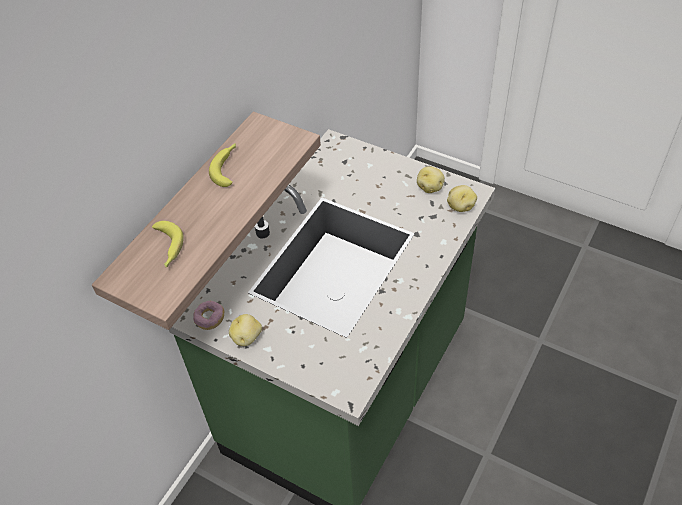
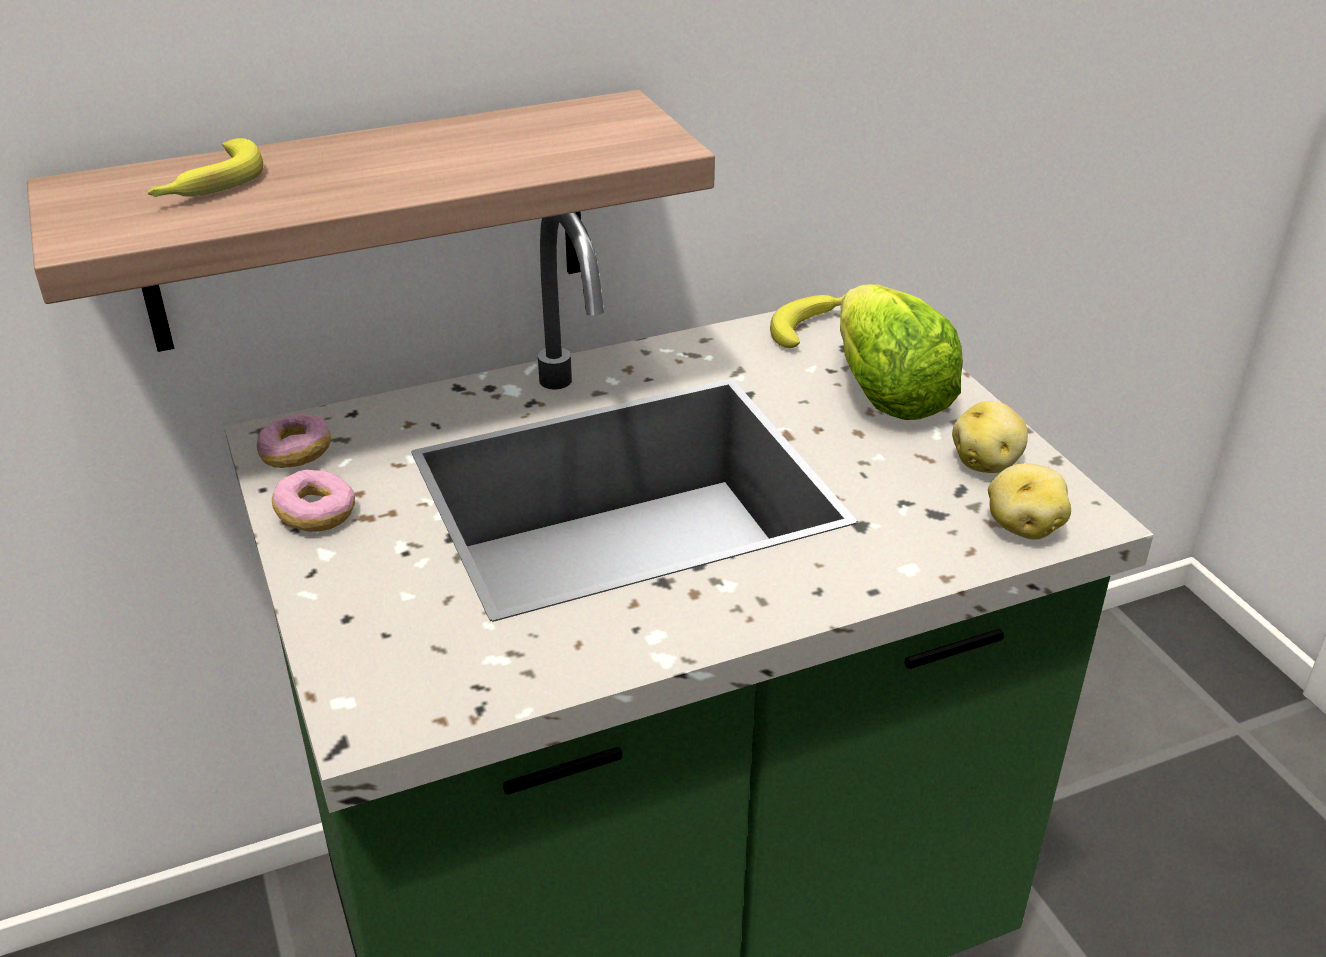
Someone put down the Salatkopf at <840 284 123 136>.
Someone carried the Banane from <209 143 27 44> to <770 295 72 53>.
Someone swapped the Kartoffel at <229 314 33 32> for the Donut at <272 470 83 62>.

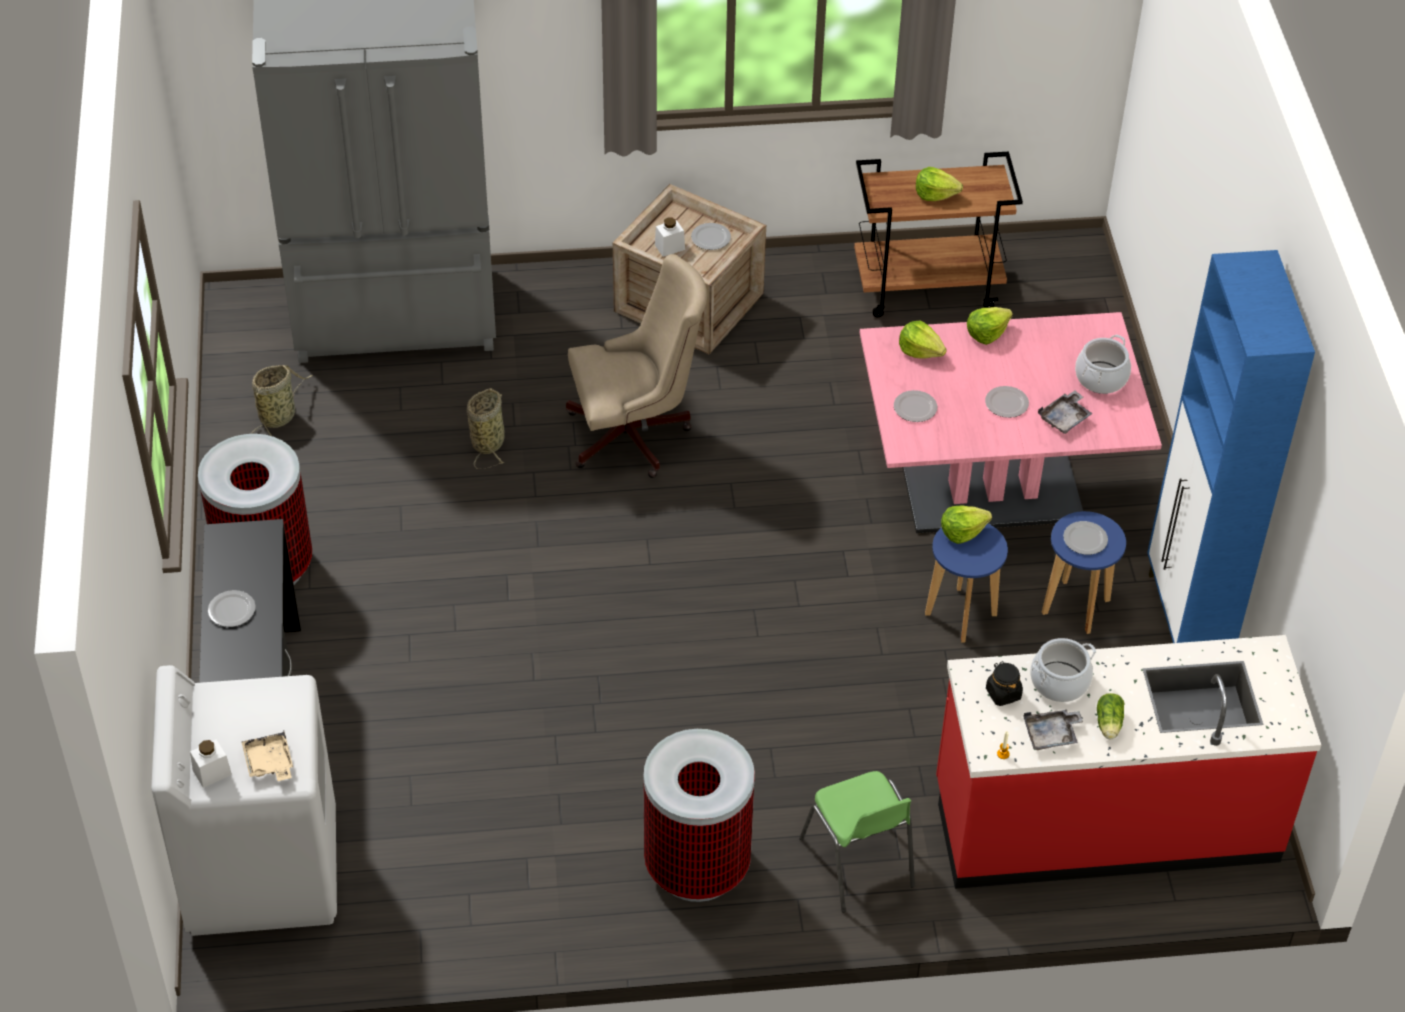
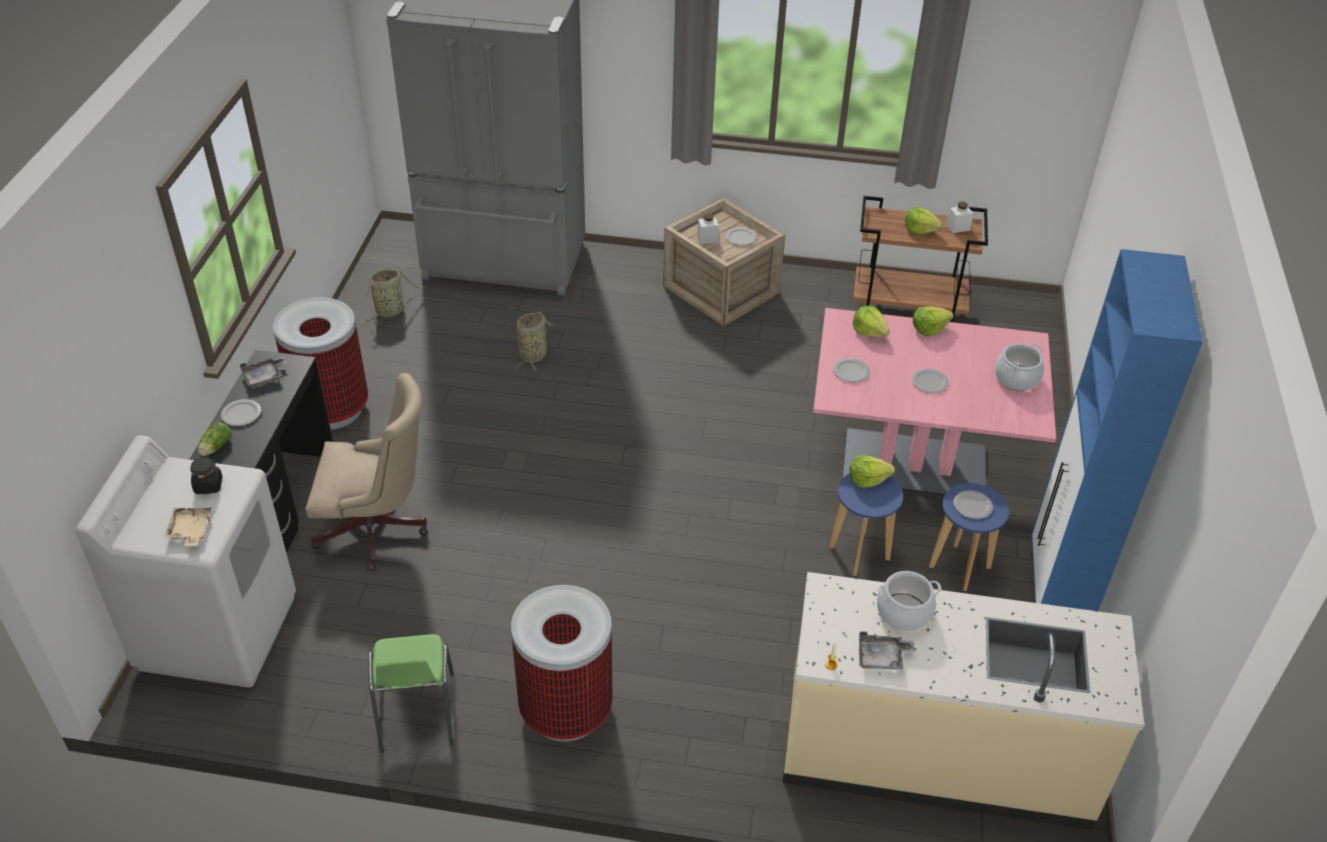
Someone carried the Vorratsglas (weiß) from <190 739 42 49> to <946 202 27 31>.
Someone carried the Bürostuhl (beige) from <566 254 141 224> to <305 373 123 198>.
Someone carried the Stuhl (grün) from <799 771 116 141> to <368 634 86 119>.
Someone carried the Vorratsglas (schwarz) from <986 661 37 45> to <191 456 32 38>.
Someone carried the Tablett (grau) from <1038 391 55 43> to <240 357 47 31>.
Someone carried the Salatkopf from <1097 693 28 46> to <198 422 34 34>.
Someone repainted the Küchenzeile (rot) at <936 635 385 254>, which became the Küchenzeile (beige) at <782 572 362 258>.

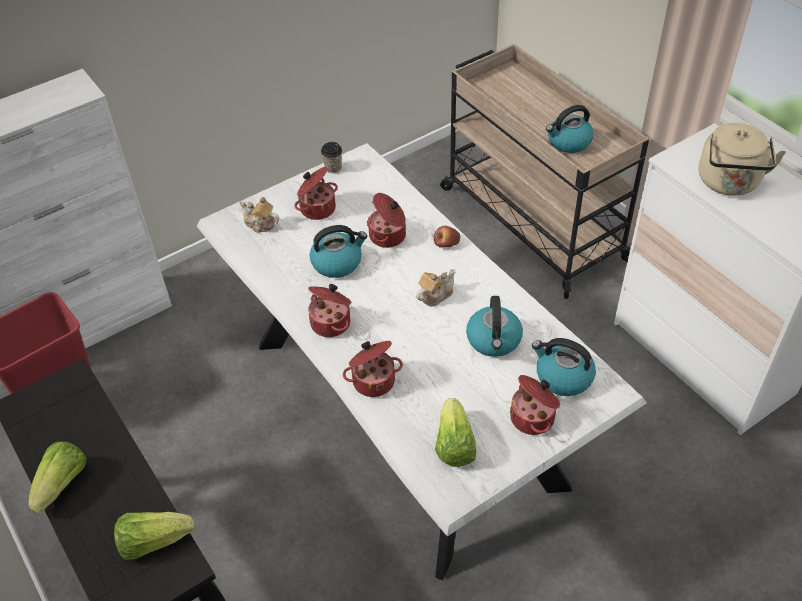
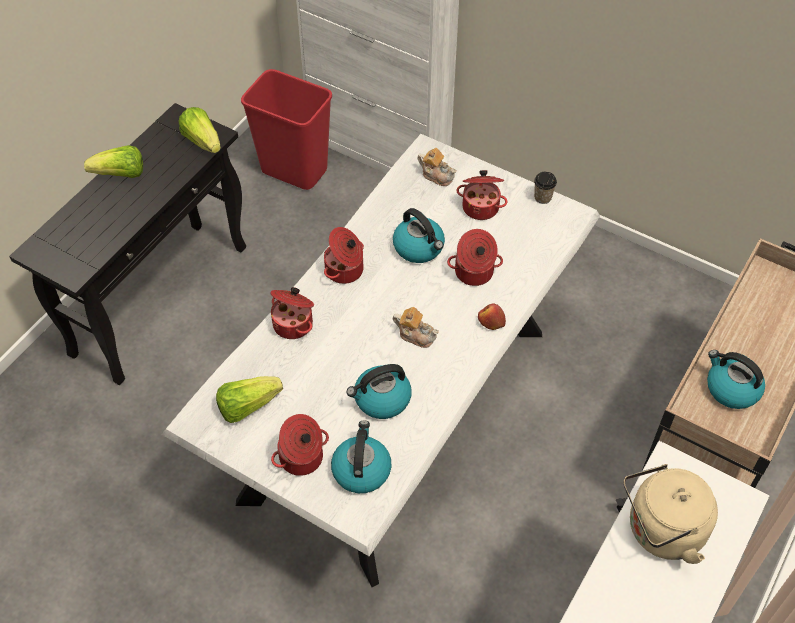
Someone carried the Salatkopf from <114 512 80 48> to <178 107 43 46>.
Someone rotated the Teekanne at <239 197 40 36> by 120 degrees clockwise.

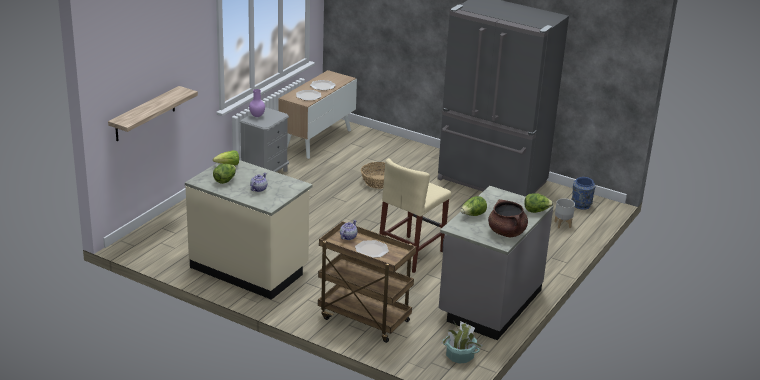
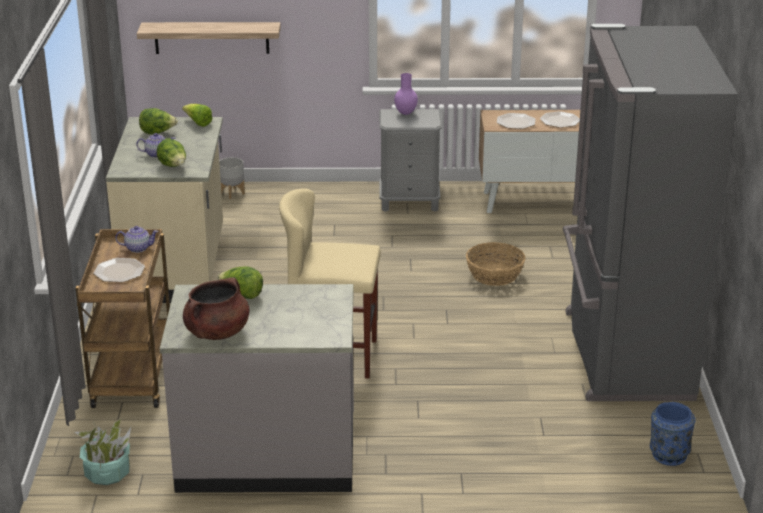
Someone carried the Salatkopf from <524 193 29 20> to <157 138 29 29>.
Someone carried the Pflanzkübel (grau) from <555 198 20 31> to <219 157 26 42>.

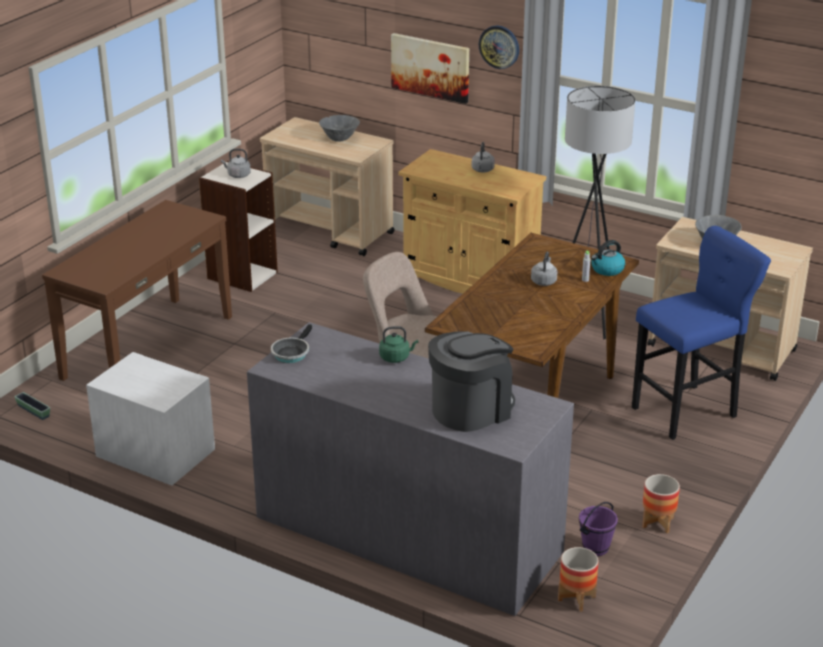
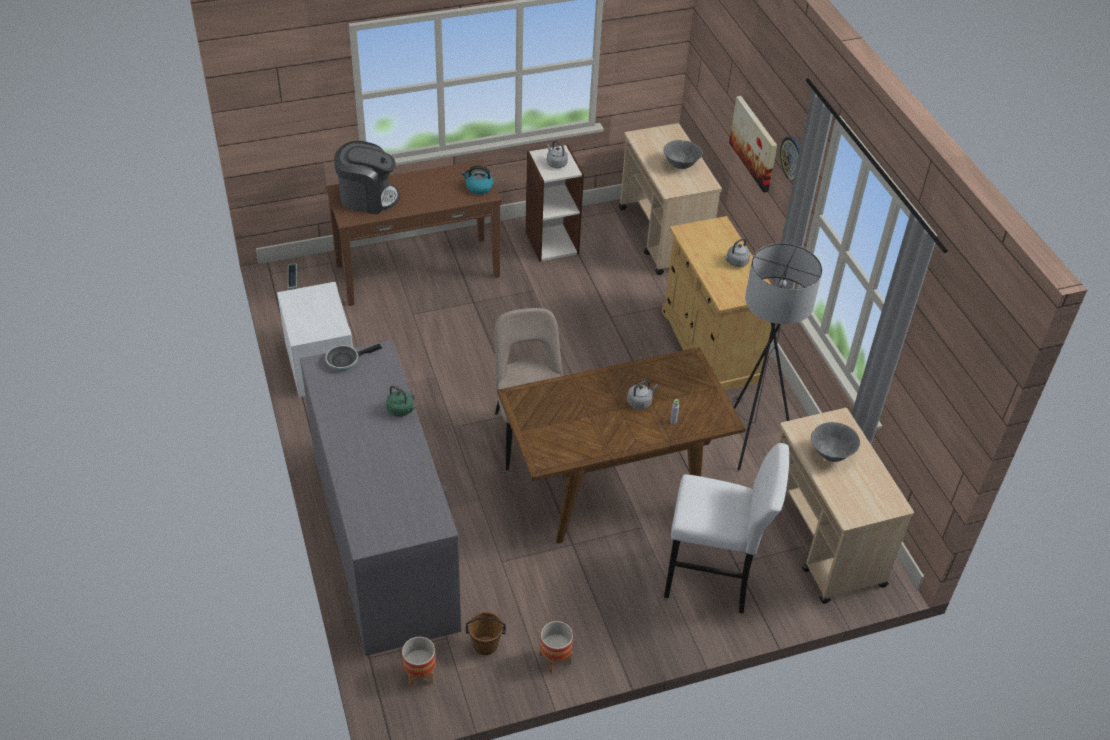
Someone carried the Kaffeemaschine from <428 331 87 101> to <334 141 66 73>.
Someone carried the Wasserkessel from <591 240 34 36> to <461 165 33 30>.
Someone repainted the Eimer (lila) at <579 502 39 54>, which became the Eimer (braun) at <466 612 40 43>.
Someone repainted the Hocker (blau) at <632 226 139 214>, which became the Hocker (weiß) at <664 443 125 171>.

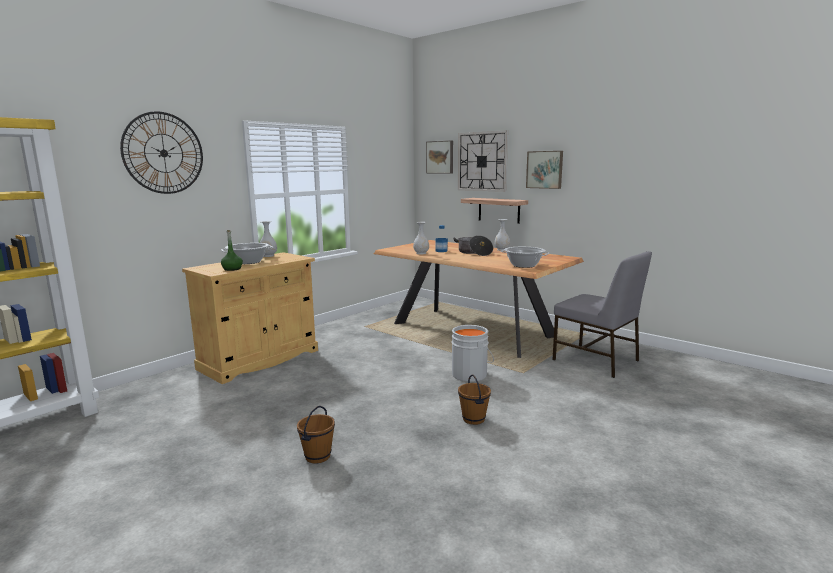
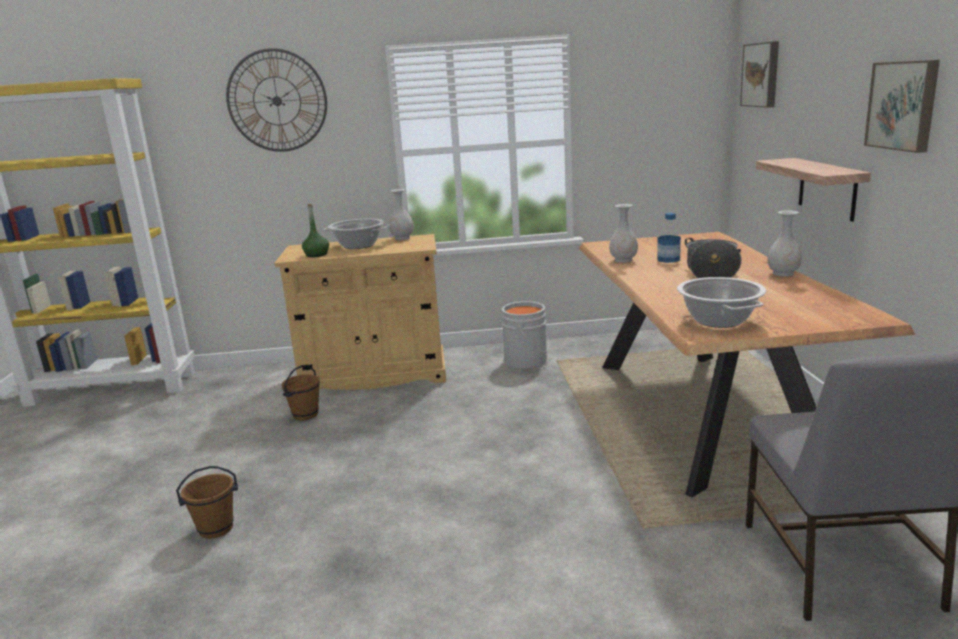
Someone took away the Wanduhr at <458 131 50 61>.
Someone carried the Eimer (grau) from <451 325 43 57> to <501 301 48 68>.
Someone carried the Eimer (braun) from <458 375 33 50> to <282 365 38 56>.

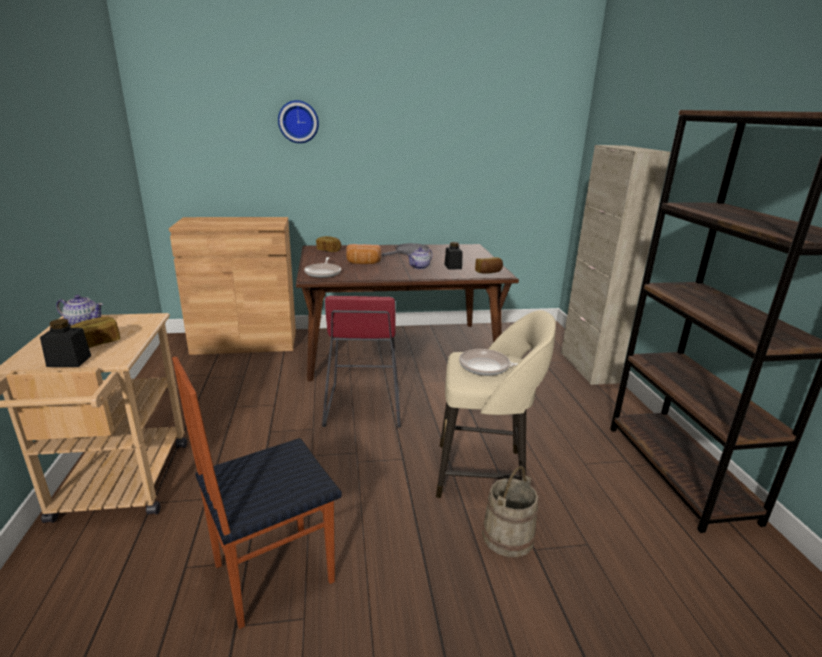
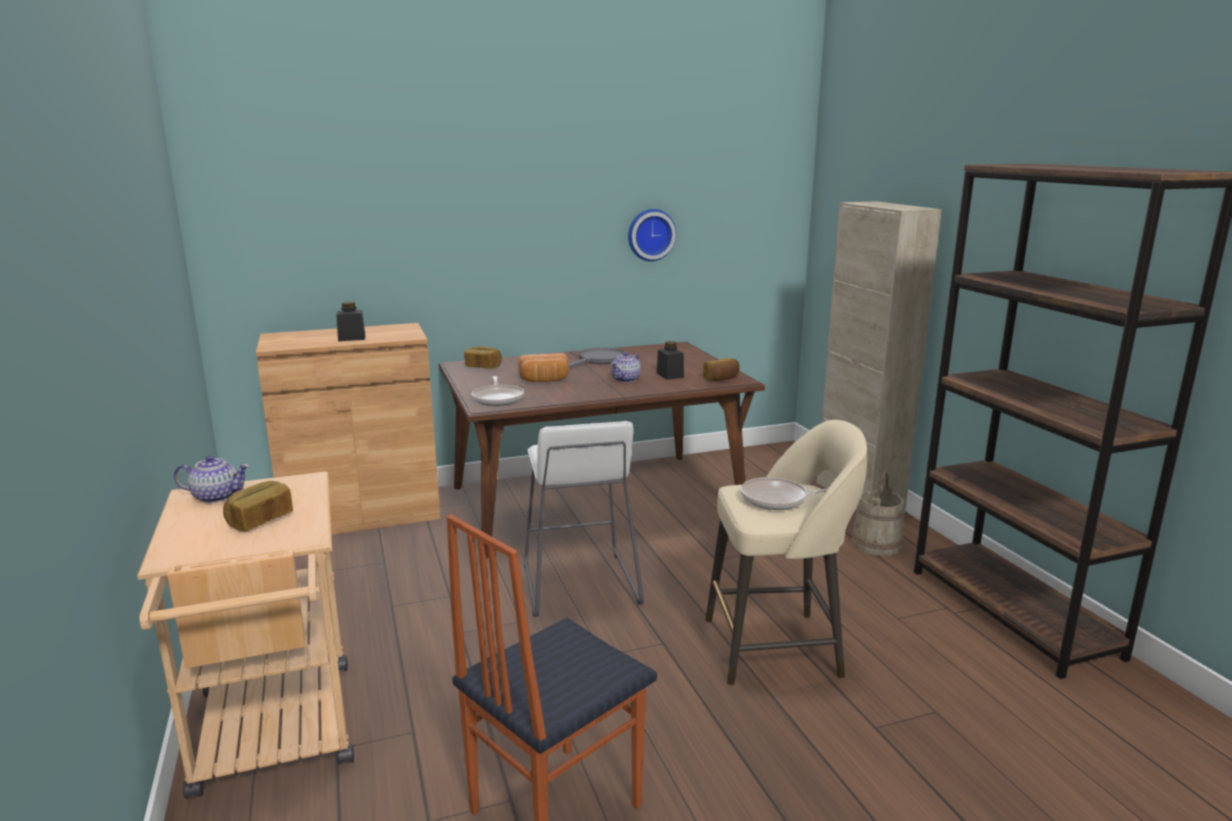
Someone carried the Vorratsglas (schwarz) from <40 319 51 48> to <336 302 29 39>.
Someone carried the Wanduhr from <278 100 41 43> to <628 209 48 52>.
Someone carried the Eimer (beige) from <482 466 56 91> to <852 471 52 85>.
Someone repainted the Hocker (rot) at <322 296 79 132>, which became the Hocker (weiß) at <524 421 120 196>.

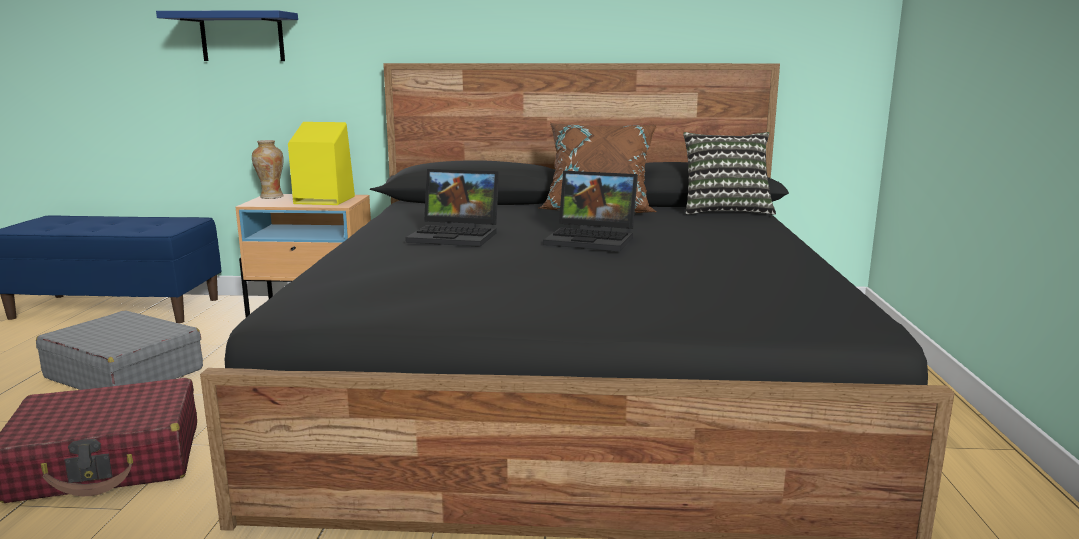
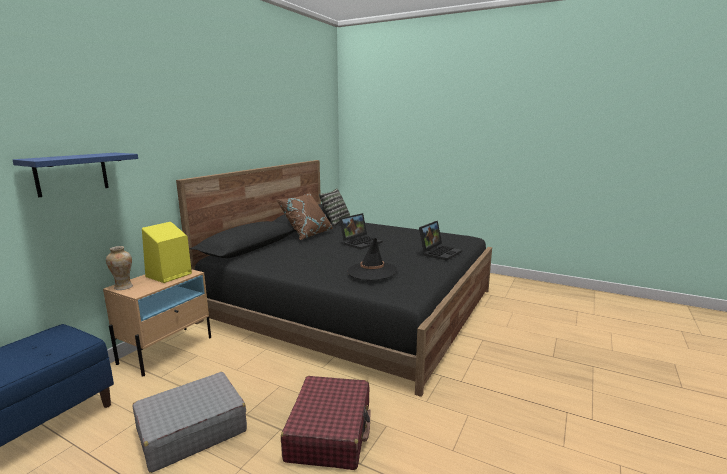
Someone put down the Hut (schwarz) at <347 238 50 42>.
Someone carried the Laptop from <406 169 93 78> to <419 221 43 40>.

